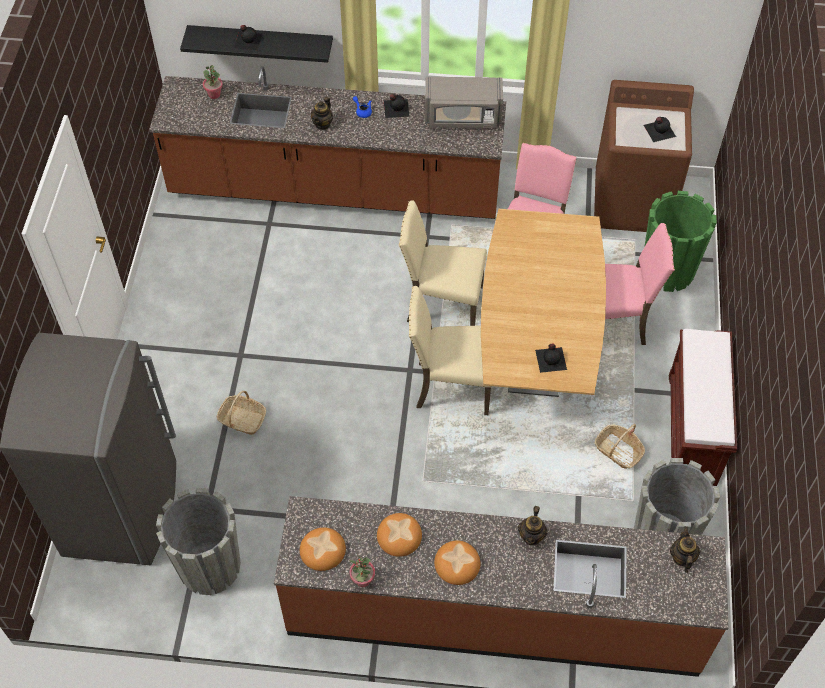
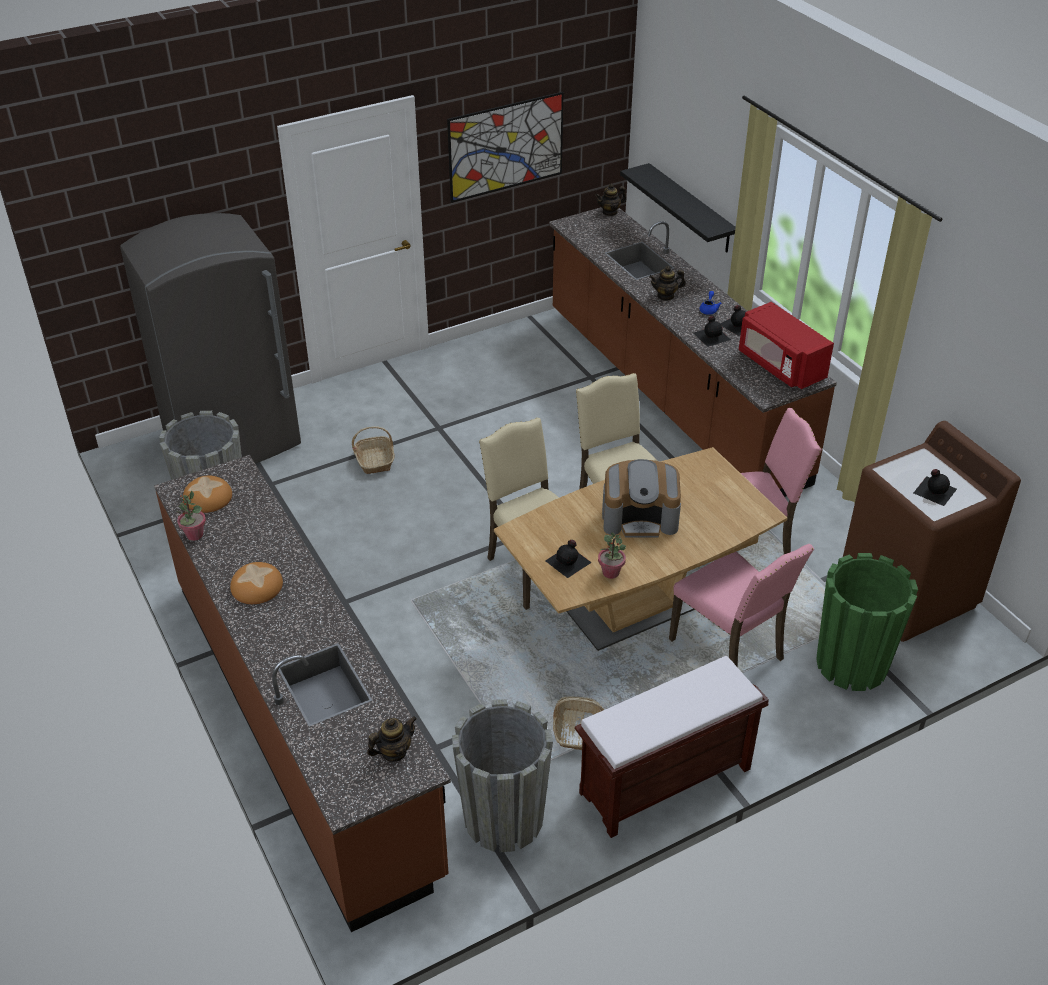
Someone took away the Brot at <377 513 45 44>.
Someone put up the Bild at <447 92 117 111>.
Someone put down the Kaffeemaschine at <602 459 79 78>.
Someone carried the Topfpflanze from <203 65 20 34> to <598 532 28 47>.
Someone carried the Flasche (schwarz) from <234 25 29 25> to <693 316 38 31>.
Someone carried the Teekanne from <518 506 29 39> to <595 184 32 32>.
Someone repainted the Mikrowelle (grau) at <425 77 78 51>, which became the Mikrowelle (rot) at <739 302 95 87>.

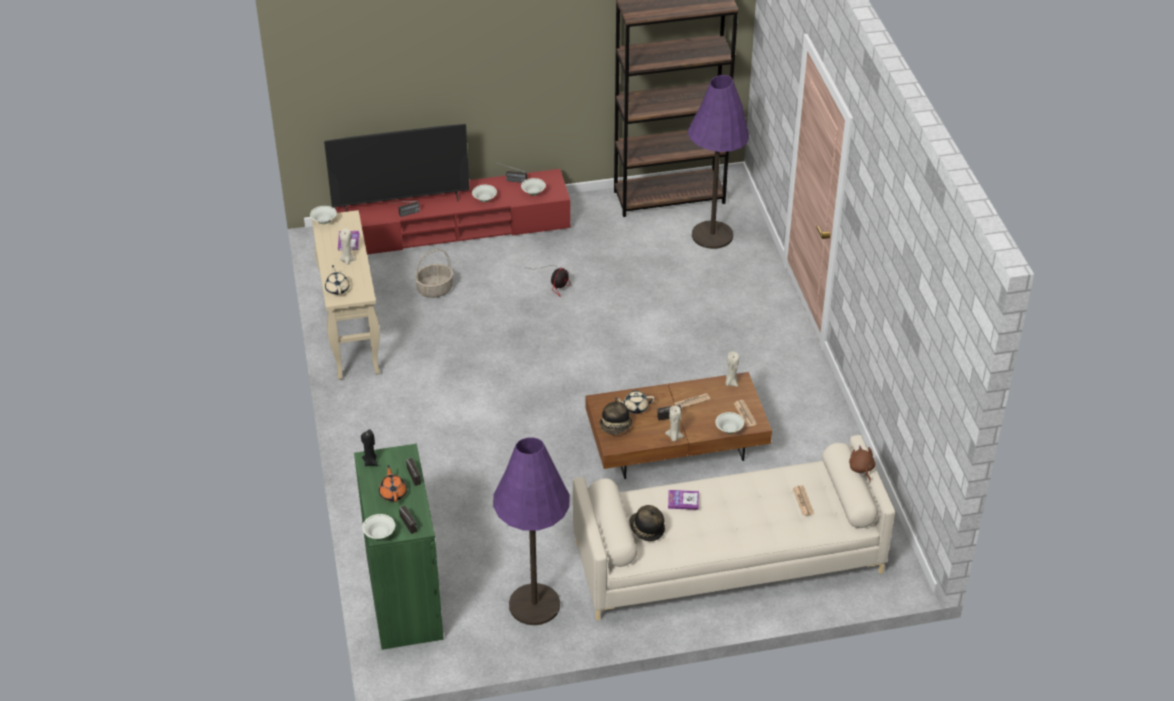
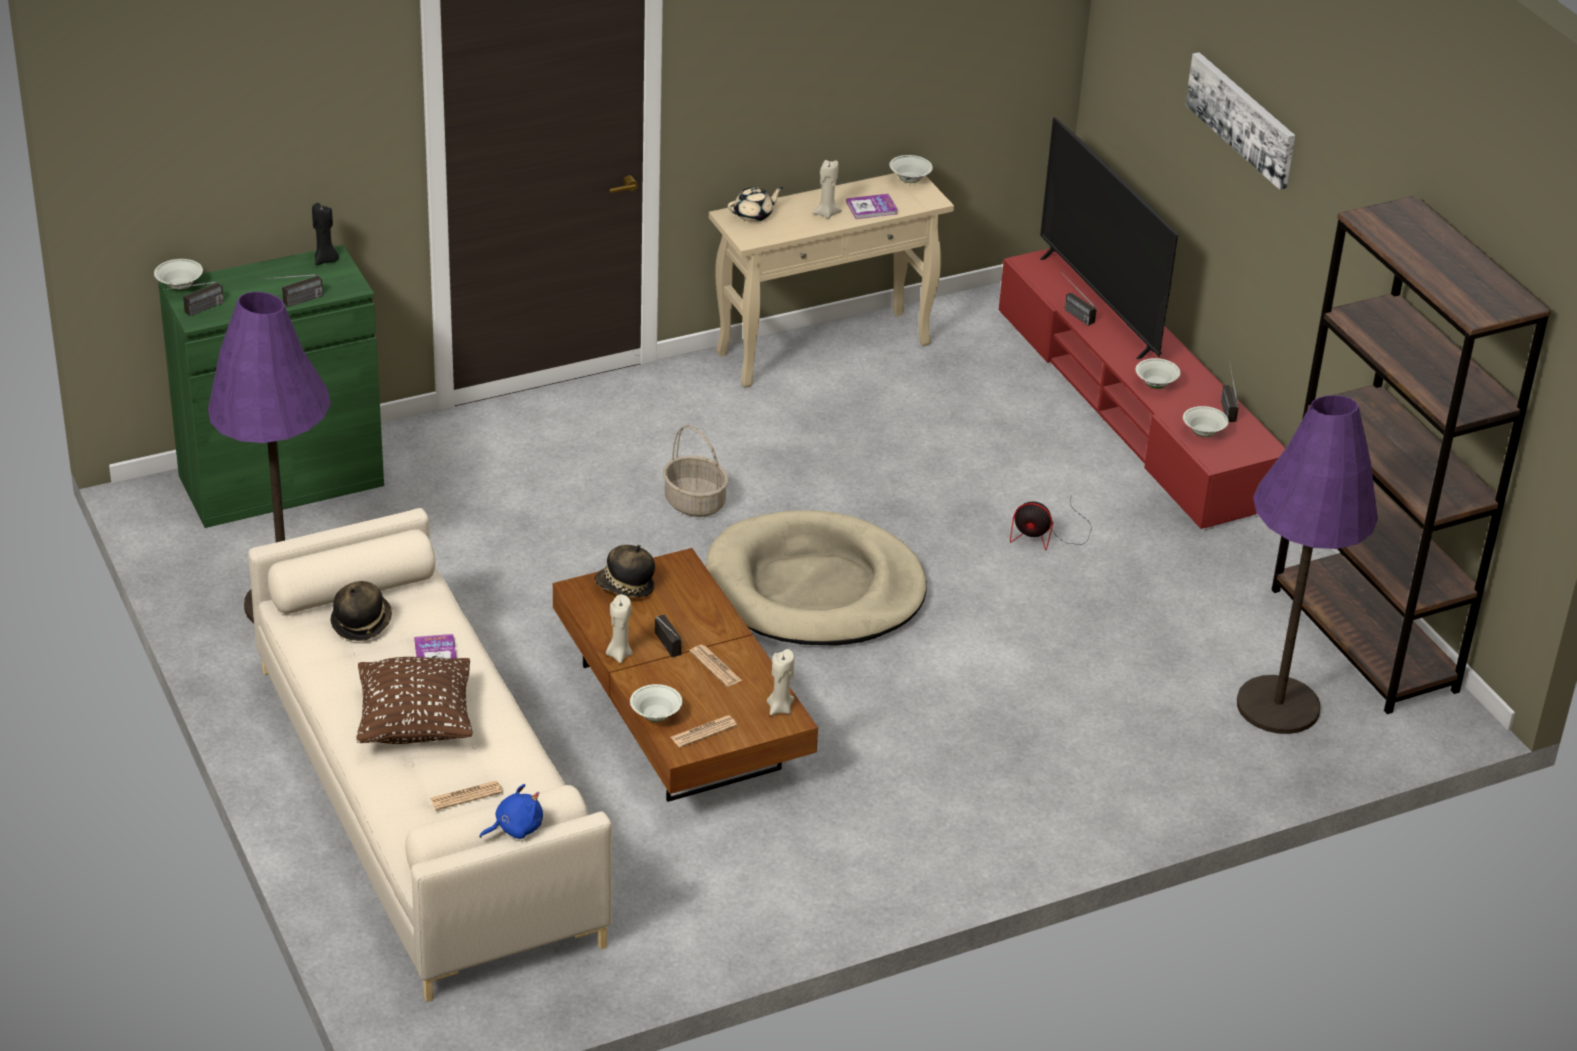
Someone took away the Teekanne (orange) at <379 465 28 37>.
Someone took away the Teekanne (beige) at <615 391 40 23>.
Someone put down the Kissen (braun) at <356 657 117 87>.
Someone put down the Hundebett (beige) at <706 510 221 136>.
Someone put up the Bild at <1185 52 111 138>.
Someone carried the Korb from <415 249 38 49> to <663 425 66 92>.
Someone repainted the Plüschtier (braun) at <849 445 27 37>, which became the Plüschtier (blau) at <479 784 64 55>.

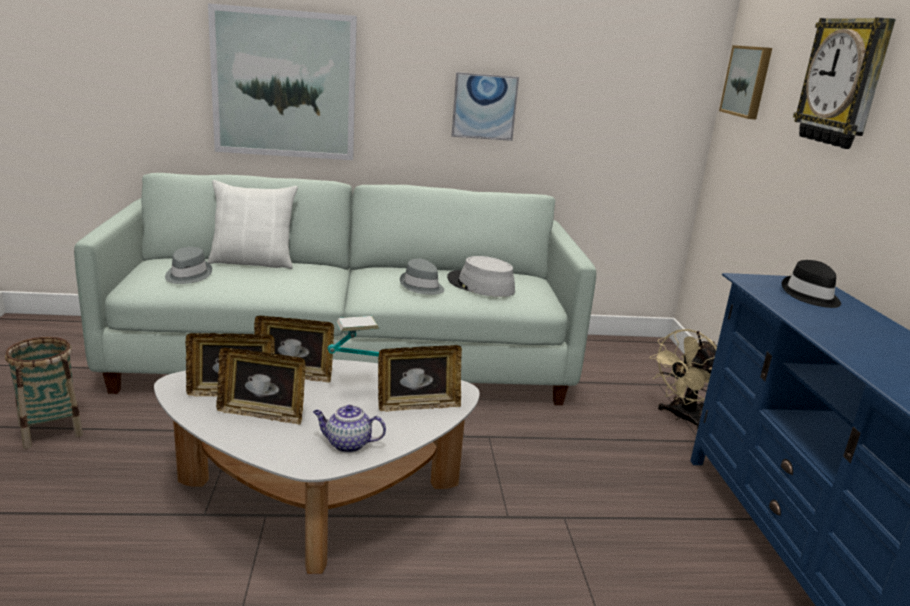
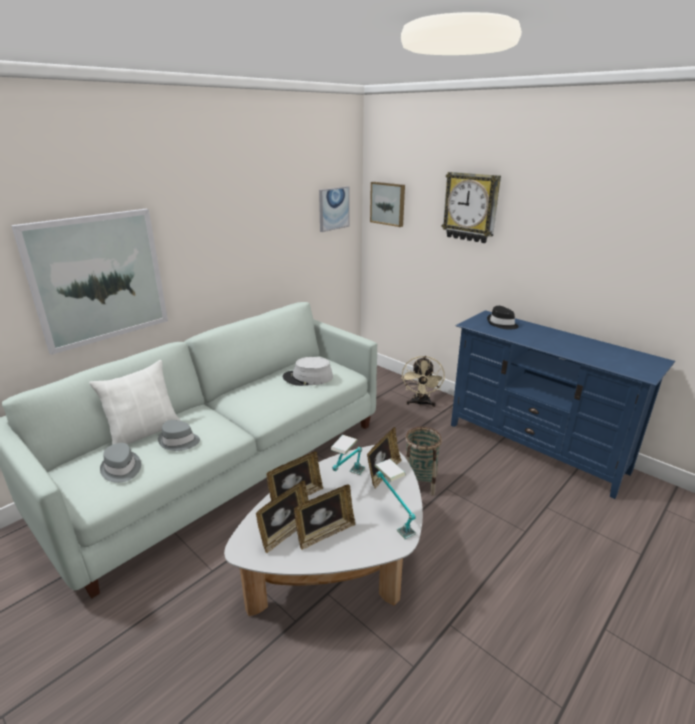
Someone carried the Korb from <5 337 78 112> to <405 427 37 69>.
Someone carried the Hut (grau) from <400 259 44 36> to <158 420 42 31>.
Someone carried the Bild from <452 72 67 69> to <319 186 31 46>.
Someone swapped the Teekanne at <313 405 73 48> for the Tischlampe at <375 459 41 80>.

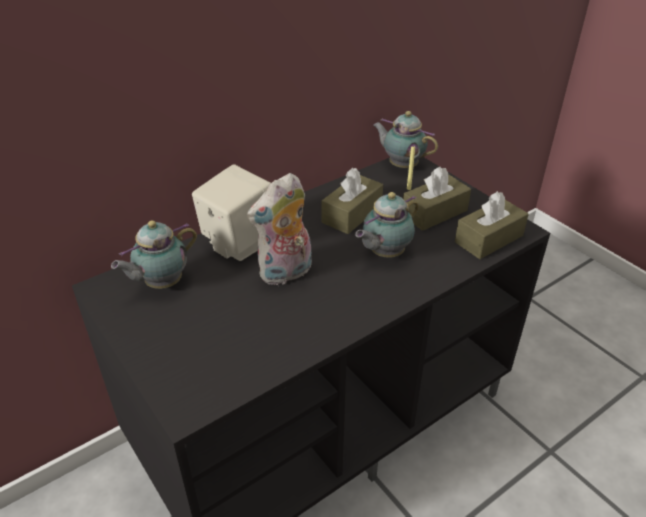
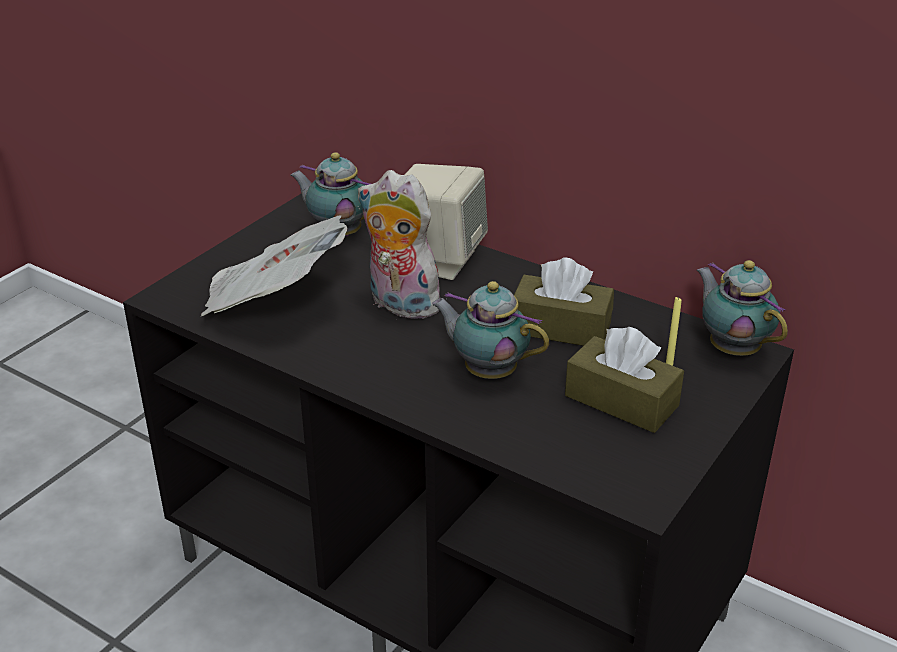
Someone took away the Taschentuchbox (braun) at <455 191 74 68>.
Someone put down the Zeitung at <201 215 146 101>.
Someone rotated the Teekanne at <373 111 65 57> by 45 degrees counterclockwise.

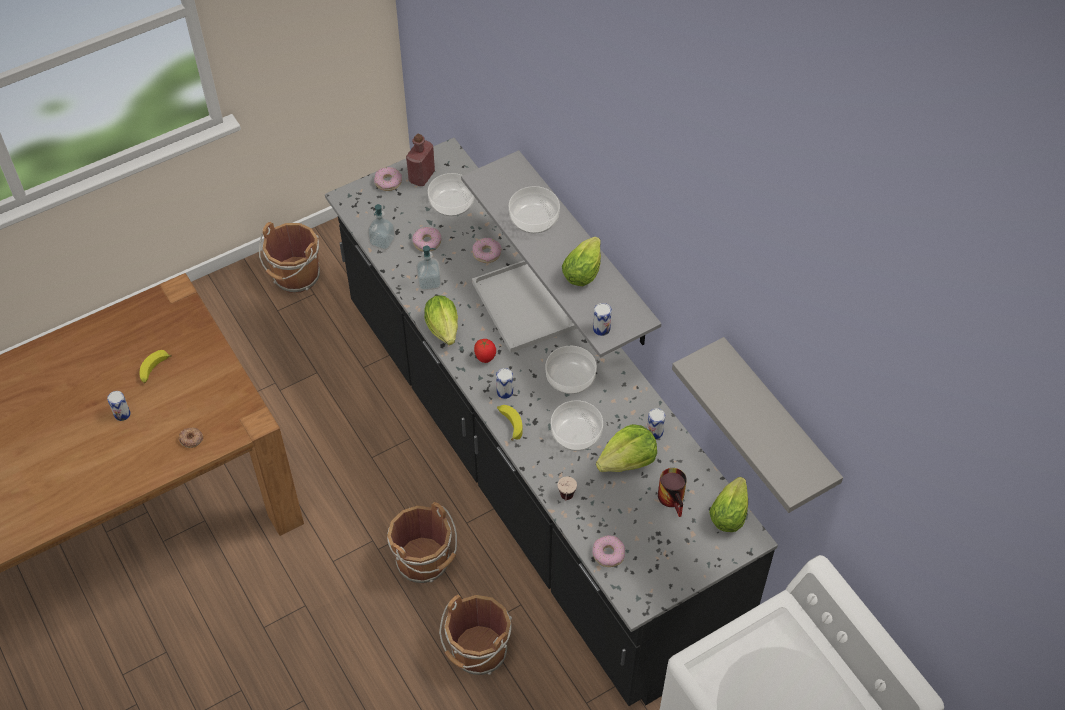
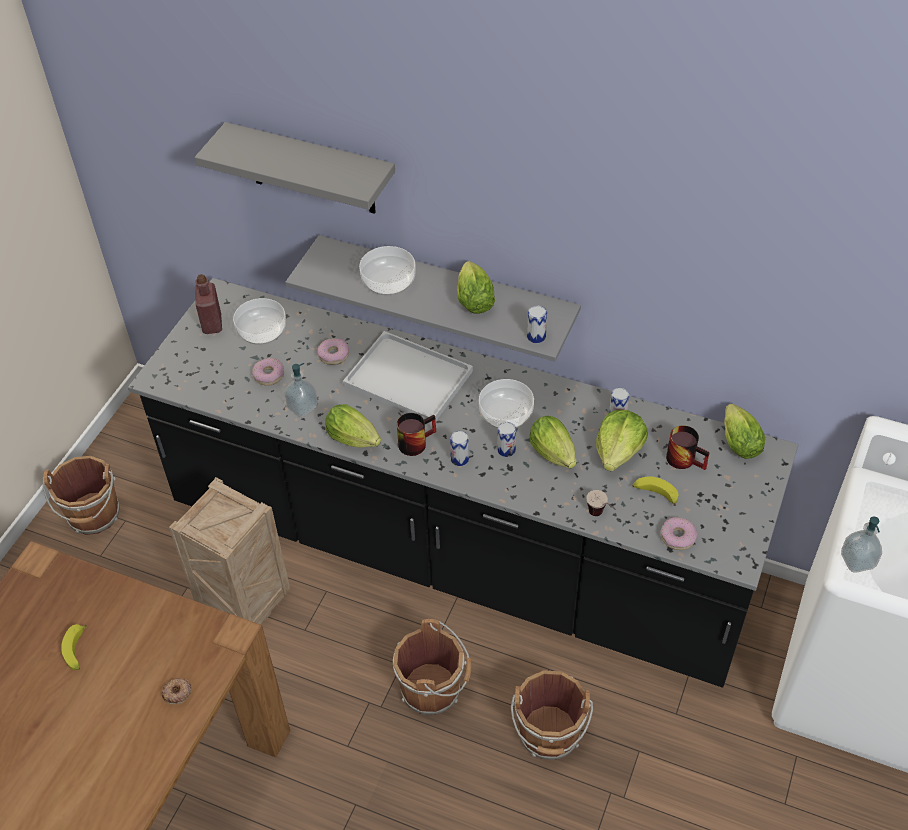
Someone took away the Donut at <374 167 28 24>.
Someone put down the Kiste at <169 477 121 147>.
Someone carried the Dose from <107 391 24 30> to <497 422 19 35>.
Someone carried the Seifenspender from <368 204 27 46> to <841 516 41 57>.
Someone carried the Banane from <497 405 26 36> to <632 476 46 30>.
Someone carried the Wandregal (grau) from <672 337 171 176> to <195 122 200 92>.
Someone swapped the Tomate at <474 339 22 24> for the Henkelbecher at <397 413 39 43>.
Someone swapped the Schüssel at <551 400 52 51> for the Salatkopf at <530 416 46 53>.

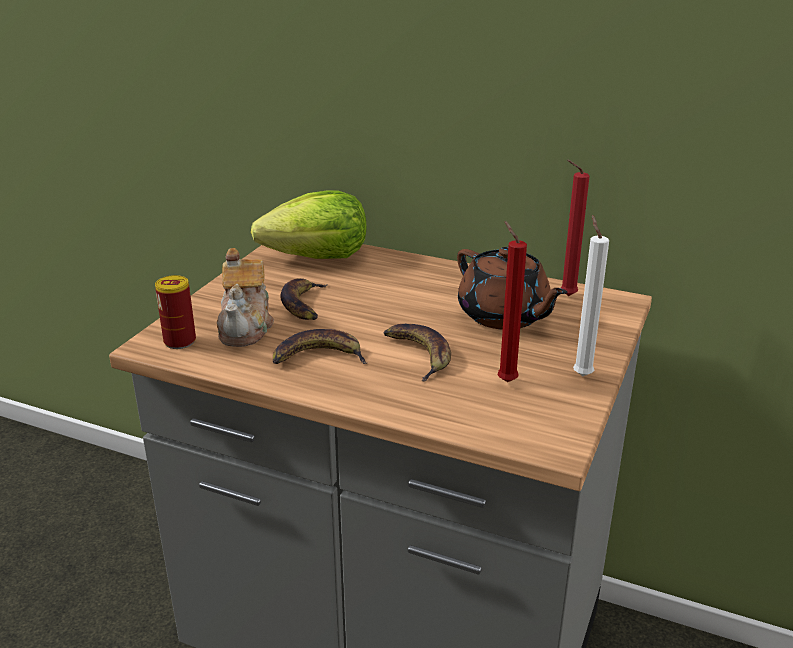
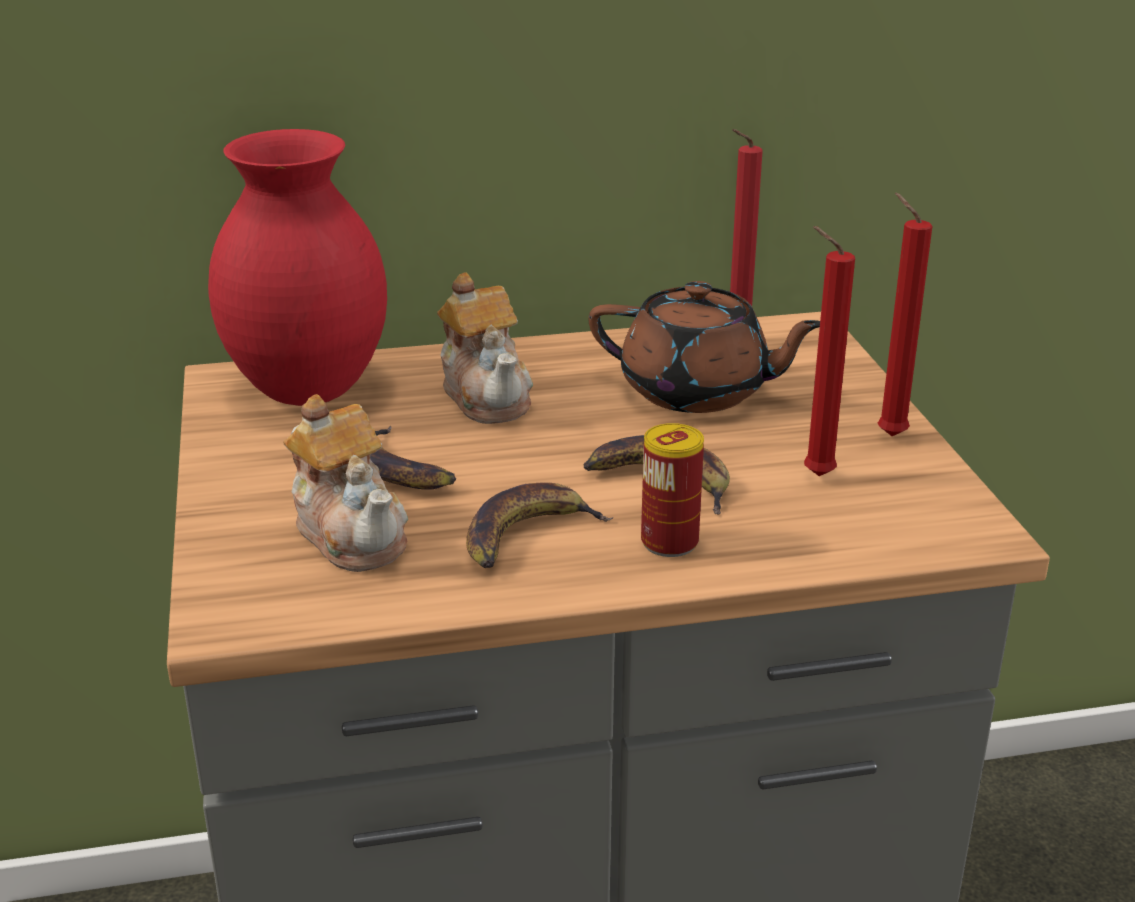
Someone put down the Teekanne at <437 272 96 152>.
Someone carried the Dose from <155 275 41 74> to <641 423 63 134>.
Someone swapped the Salatkopf at <251 190 115 69> for the Vase (rot) at <208 129 179 277>.
Someone repainted the Kerze (weiß) at <573 215 36 161>, which became the Kerze (rot) at <878 193 54 243>.

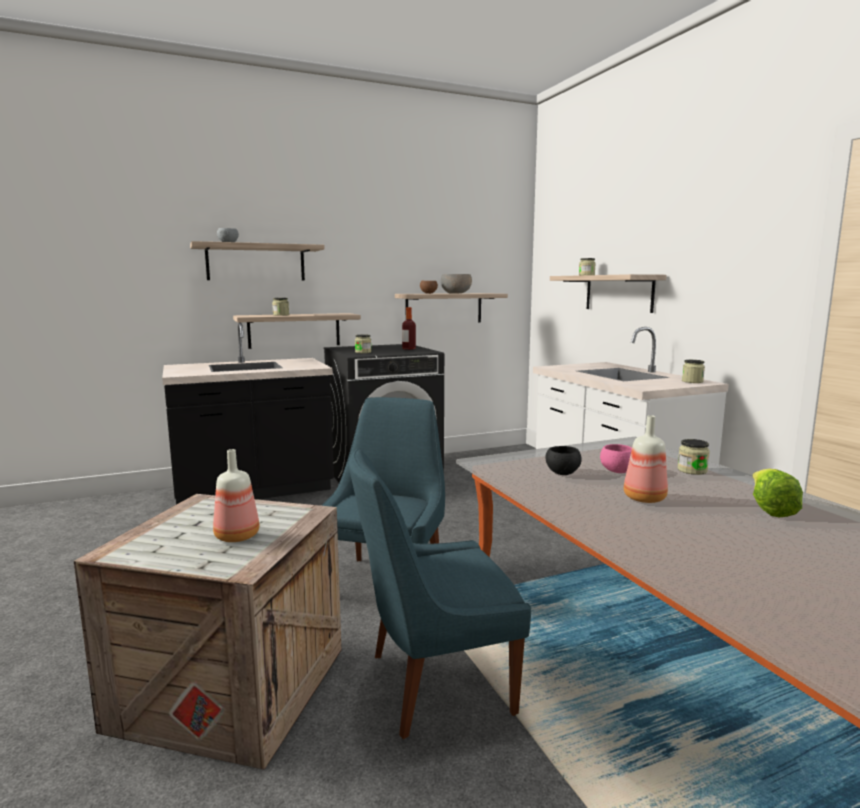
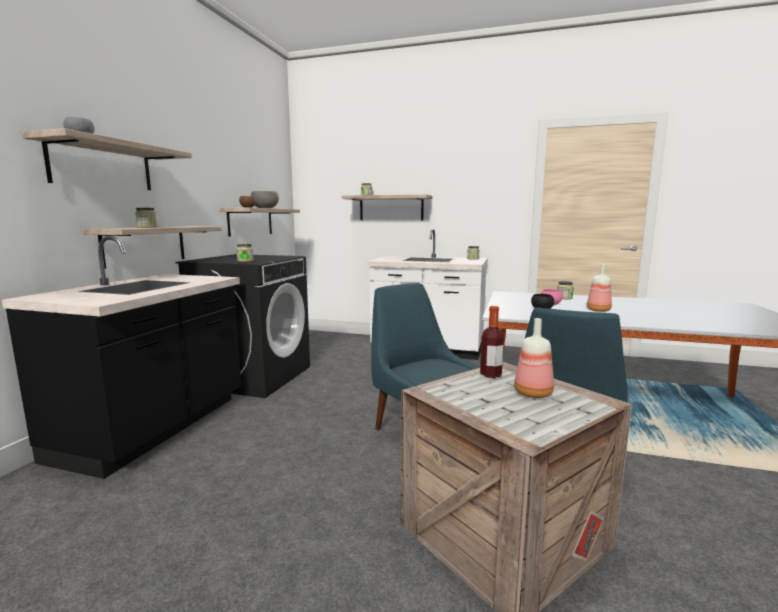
Someone took away the Salatkopf at <752 469 51 48>.
Someone carried the Flasche from <402 307 14 43> to <480 306 24 72>.

